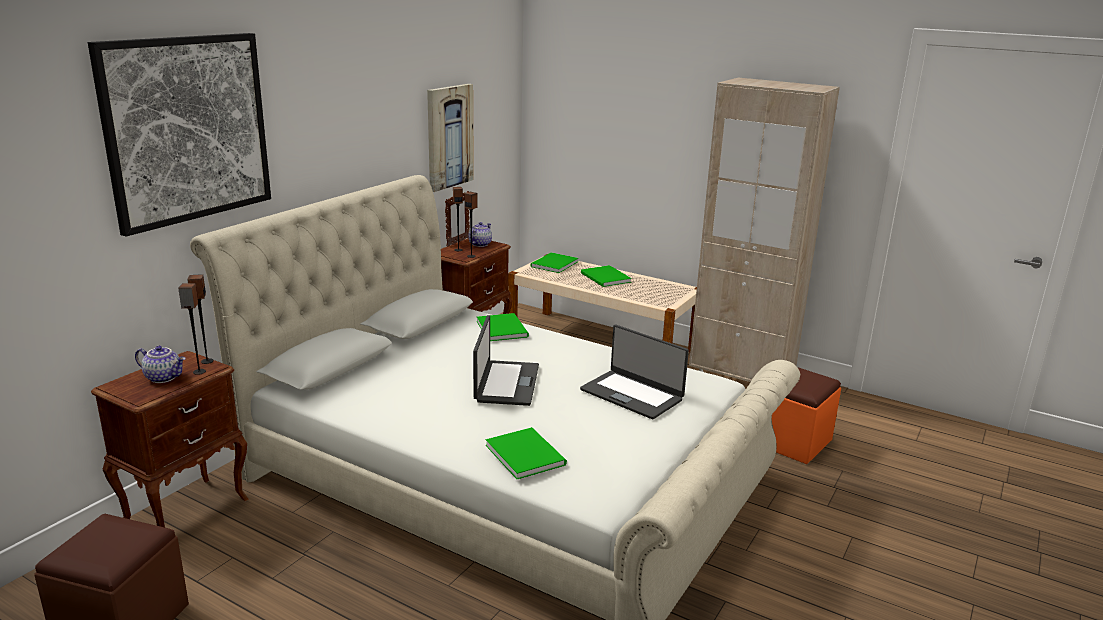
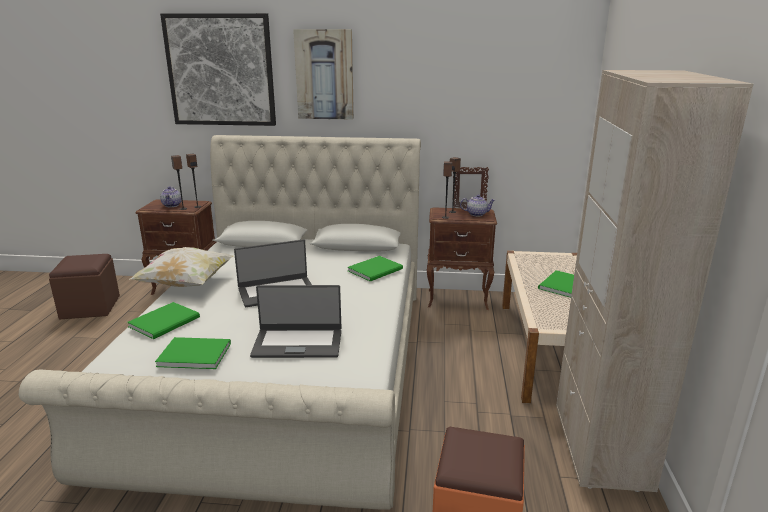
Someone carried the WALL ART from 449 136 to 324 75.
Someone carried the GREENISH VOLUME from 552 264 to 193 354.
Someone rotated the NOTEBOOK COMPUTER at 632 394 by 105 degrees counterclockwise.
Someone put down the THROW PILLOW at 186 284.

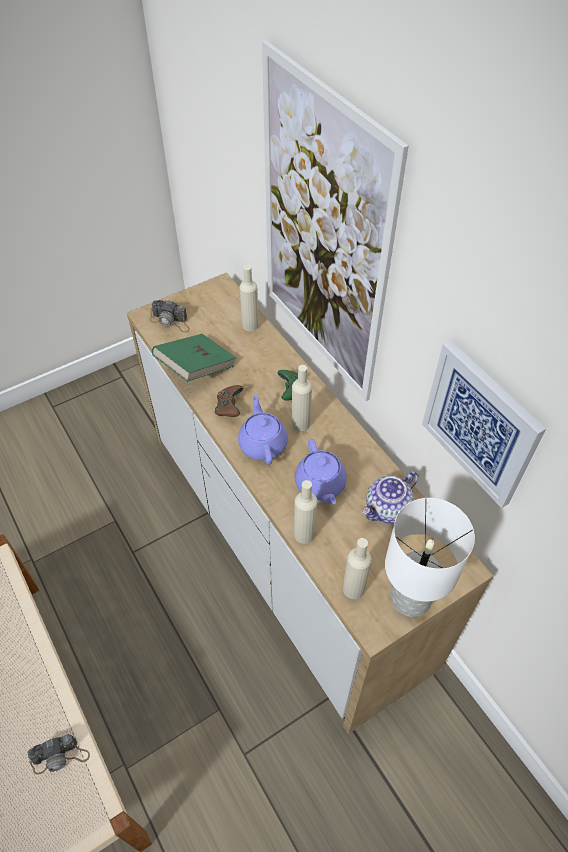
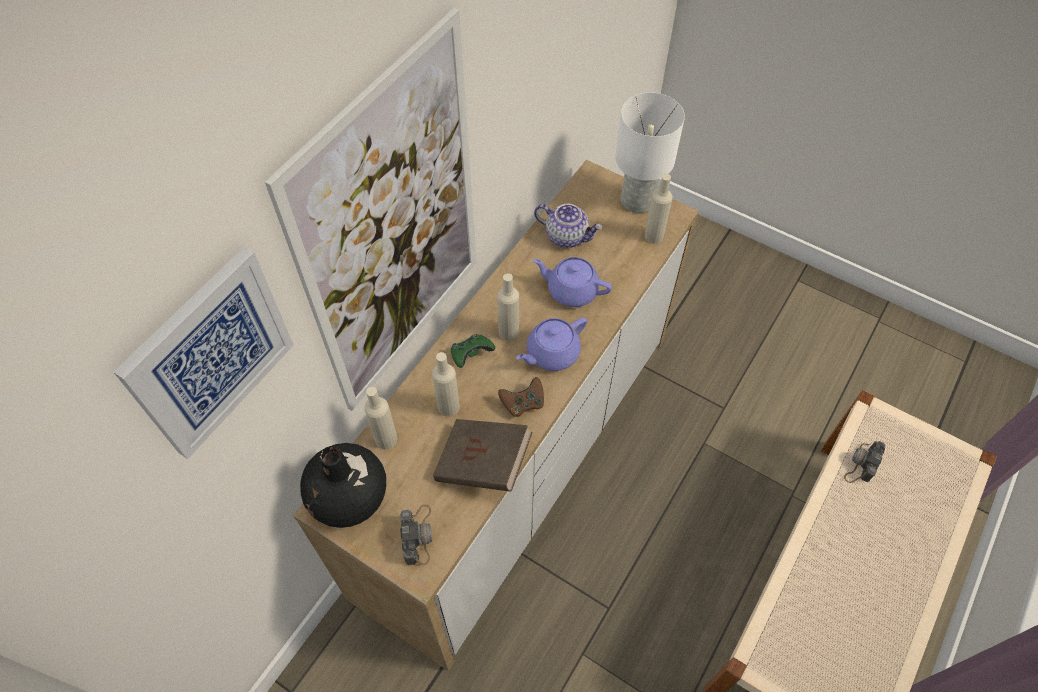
Someone rotated the STILL CAMERA at 60 756 by 105 degrees counterclockwise.
Someone repainted the GREENISH VOLUME at 196 368, which became the BROWN VOLUME at 483 464.
Someone carried the BEIGE DRINK BOTTLE from 304 534 to 448 406.
Someone rotated the PURPLISH POT FOR TEA at 320 485 by 120 degrees counterclockwise.
Someone carried the WALL ART from 480 424 to 210 354.
Someone put down the BLACKISH DECORATIVE VASE at 350 498.

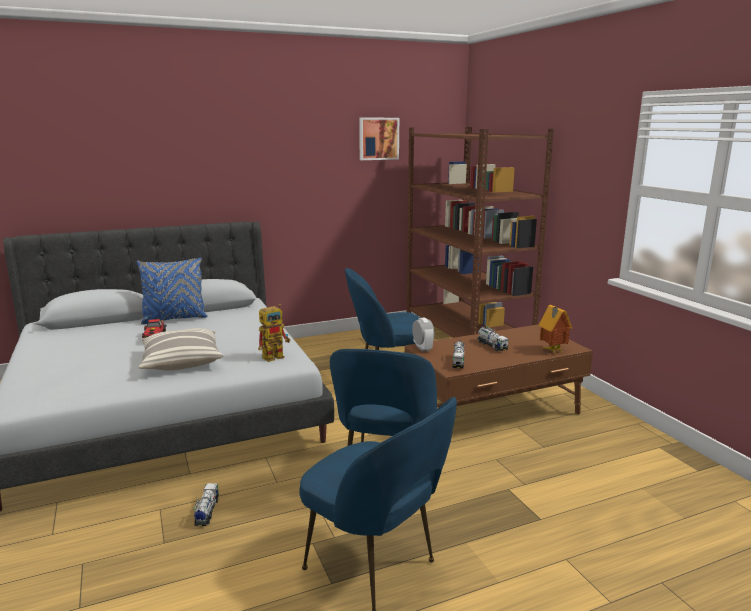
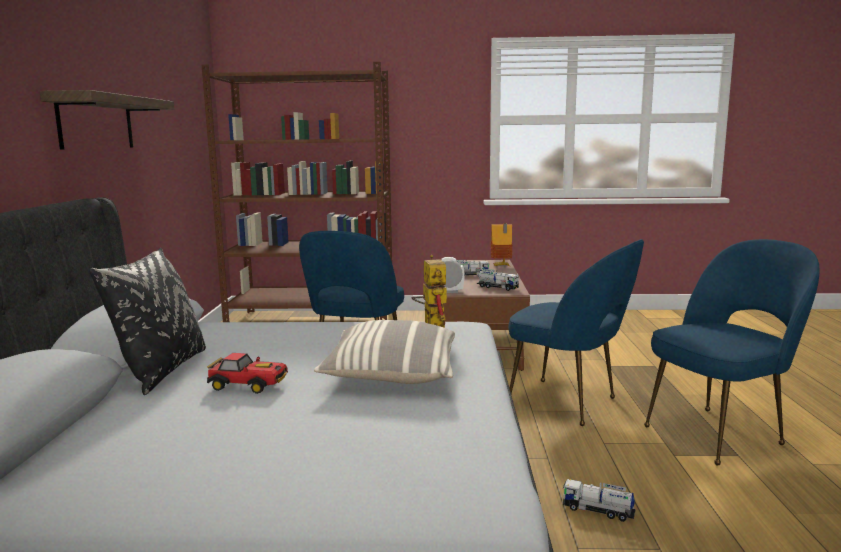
Someone repainted the BLUE-COLOURED THROW PILLOW at 174 319, which became the BLACKISH THROW PILLOW at 162 371.
Someone took away the WALL ART at 378 138.
Someone put up the SHELF at 96 122.

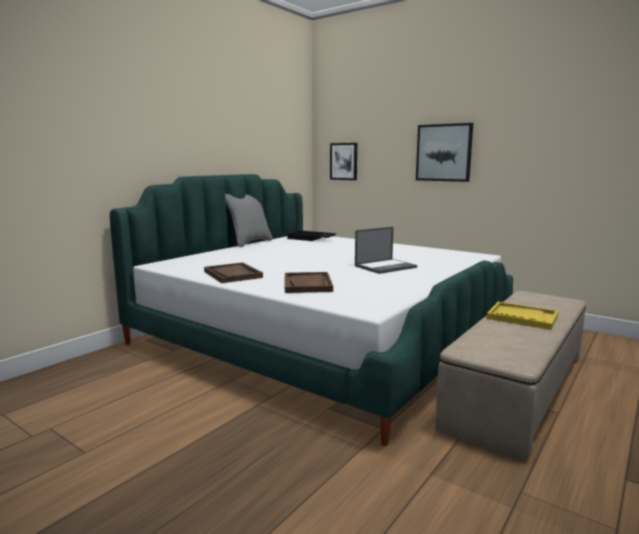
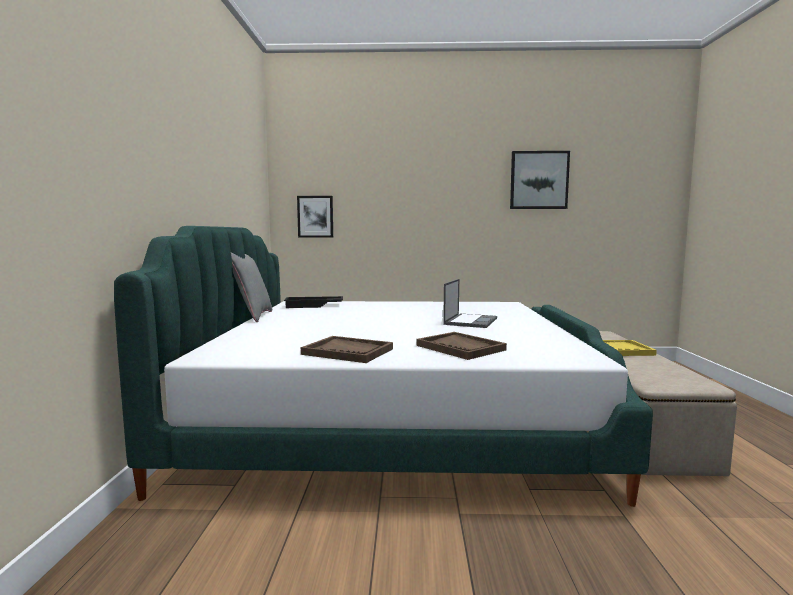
Someone carried the WALL ART from 444 152 to 539 180.

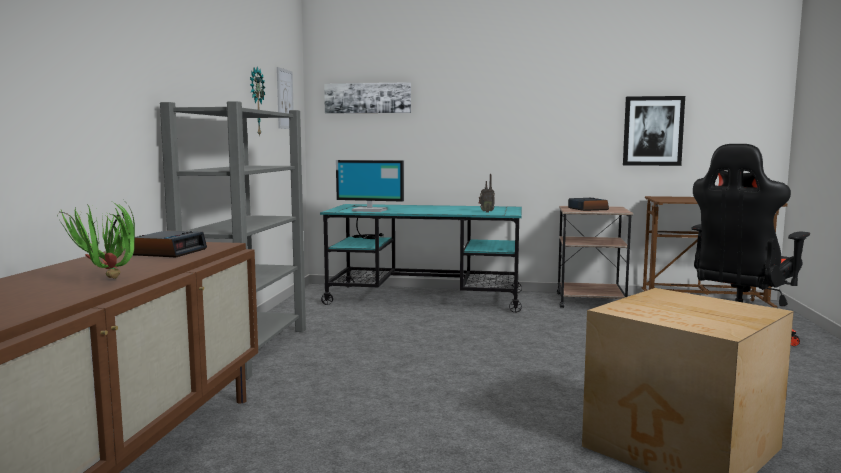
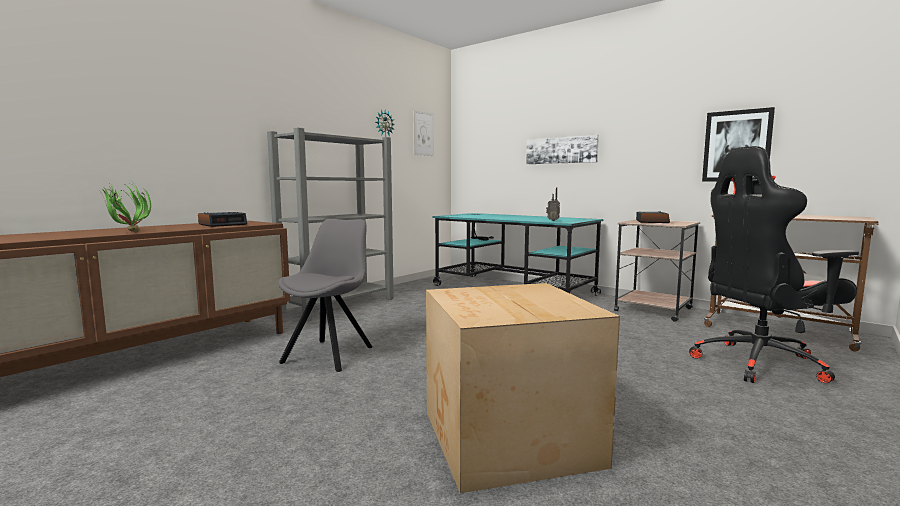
Someone carried the WALL ART from 367 98 to 561 150.
Someone took away the COMPUTER SCREEN at 370 210.
Someone put down the GREYISH CHAIR at 329 354.

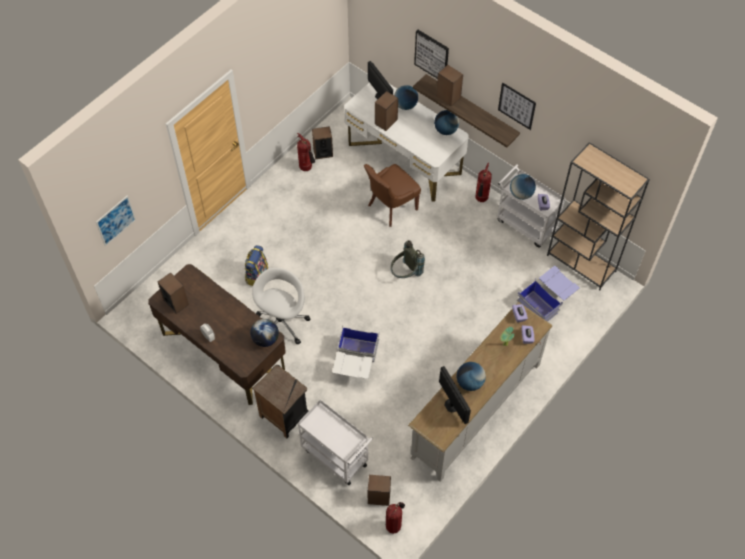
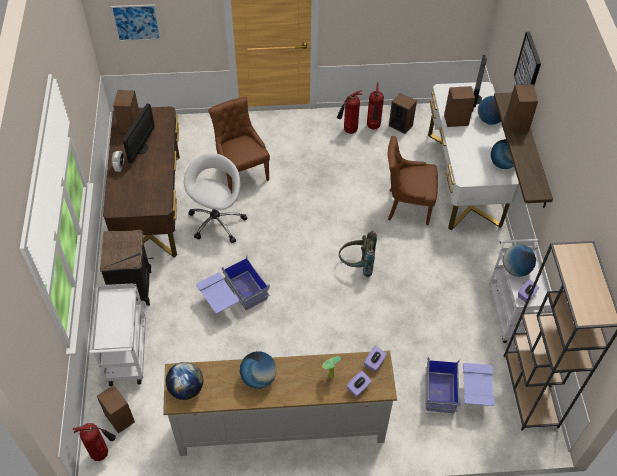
Someone swapped the BACKPACK at 256 275 for the BROWN CHAIR at 241 173.
Someone carried the GLOBE from 265 339 to 186 389.
Someone rotated the WHITE COMPUTER CHAIR at 282 322 by 45 degrees counterclockwise.
Someone repainted the WHITE STORAGE BOX at 355 362, which became the BLUE-COLOURED STORAGE BOX at 233 298.
Someone carried the COMPUTER SCREEN from 451 405 to 141 148.
Someone carried the FIRE EXTINGUISHER from 481 200 to 349 131.
Someone took away the WALL ART at 516 106.

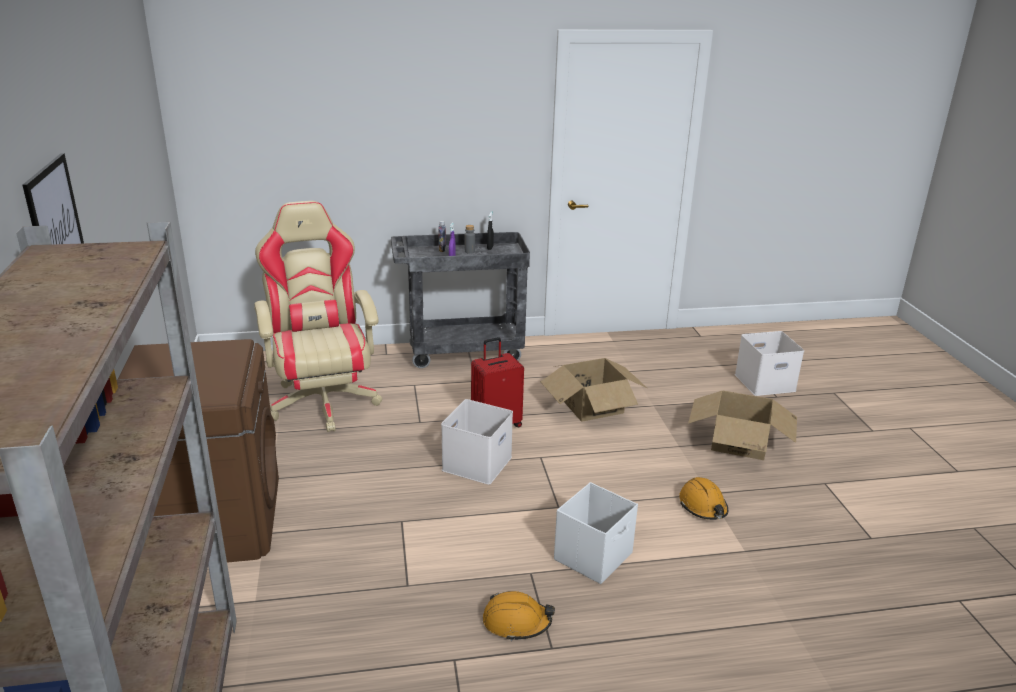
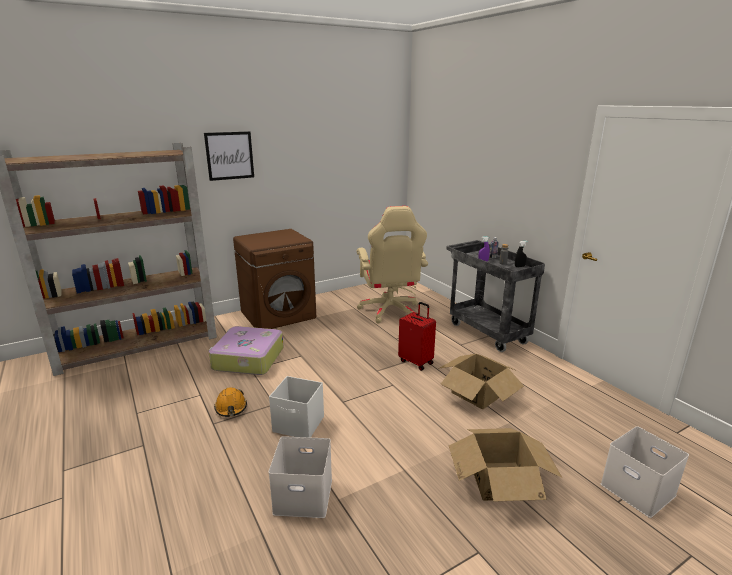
Someone rotated the BEIGE COMPUTER CHAIR at 323 403 by 120 degrees clockwise.
Someone carried the WHITE STORAGE BOX from 476 462 to 304 495.
Someone took away the ORANGE-COLOURED HARD HAT at 703 506.
Someone put down the TRAVEL CASE at 247 359.

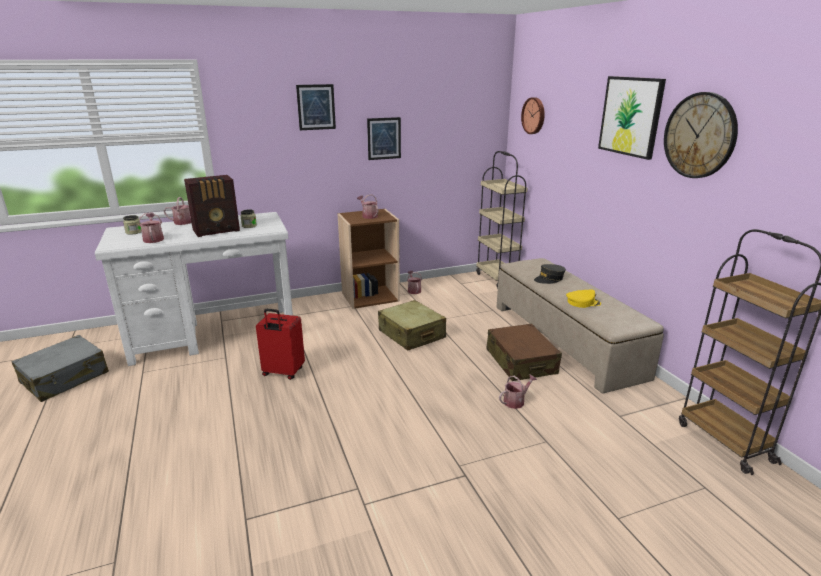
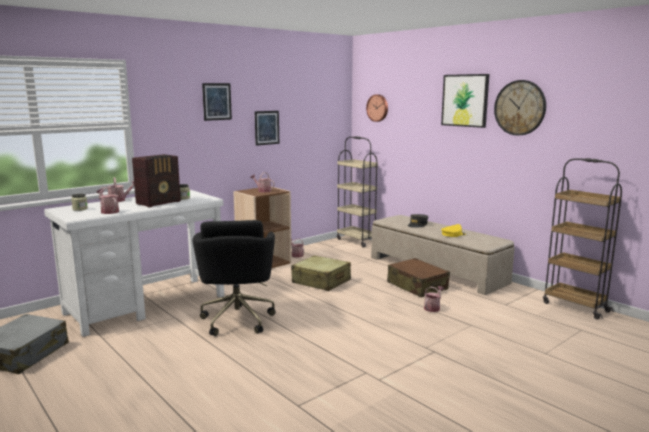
Someone swapped the REDDISH TRAVEL CASE at 283 372 for the BLACKISH COMPUTER CHAIR at 237 319.

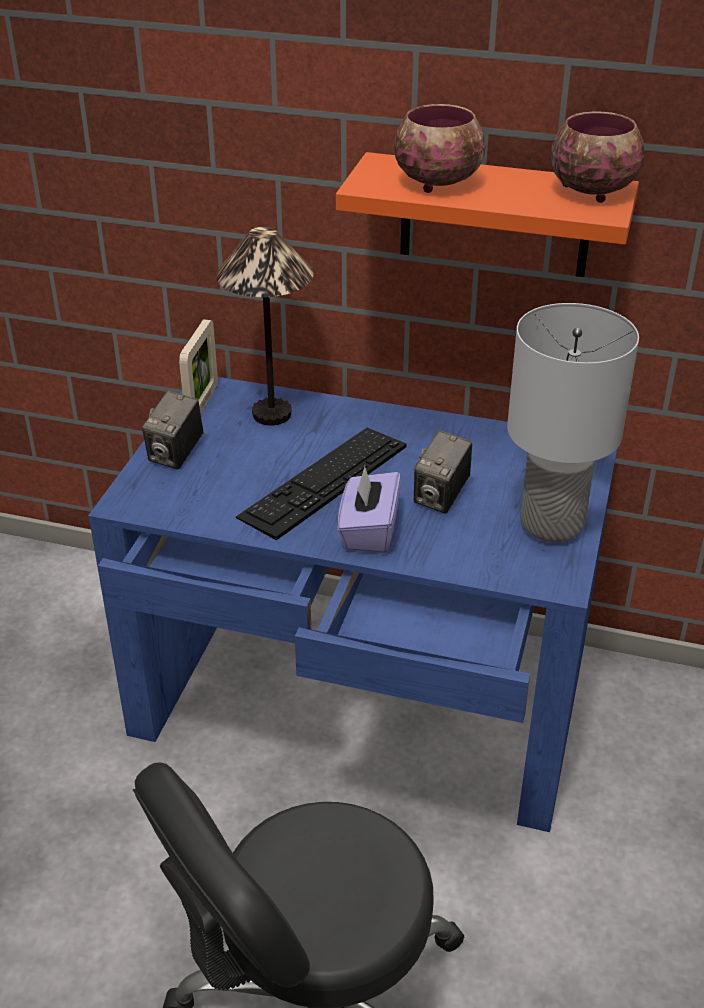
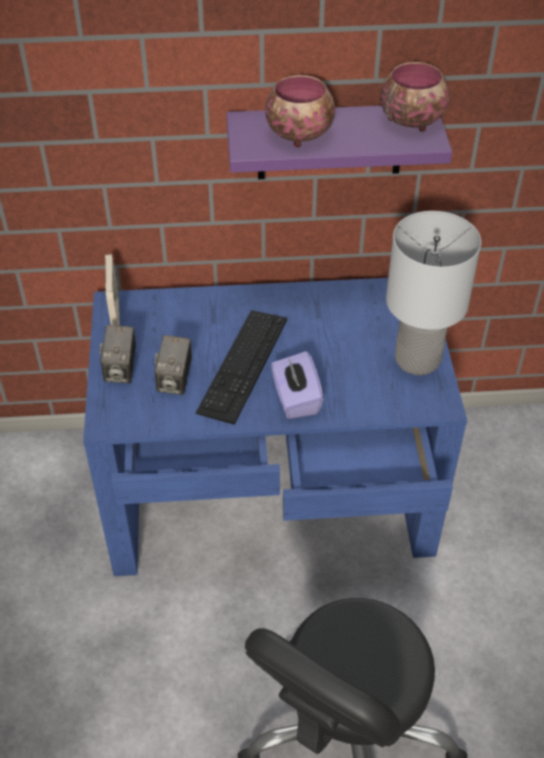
Someone took away the TABLE LAMP at 272 414.
Someone repainted the ORANGE-COLOURED SHELF at 495 216, which became the PURPLISH SHELF at 330 142.
Someone carried the STILL CAMERA from 441 497 to 175 381.

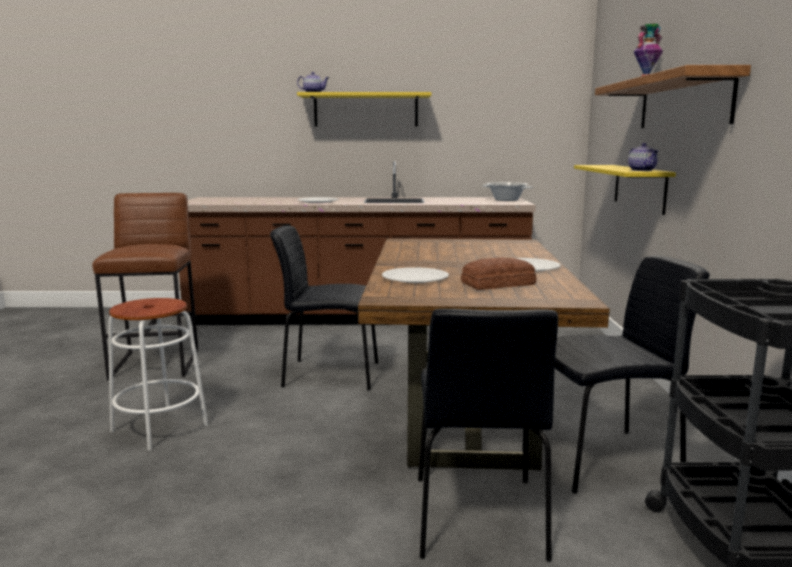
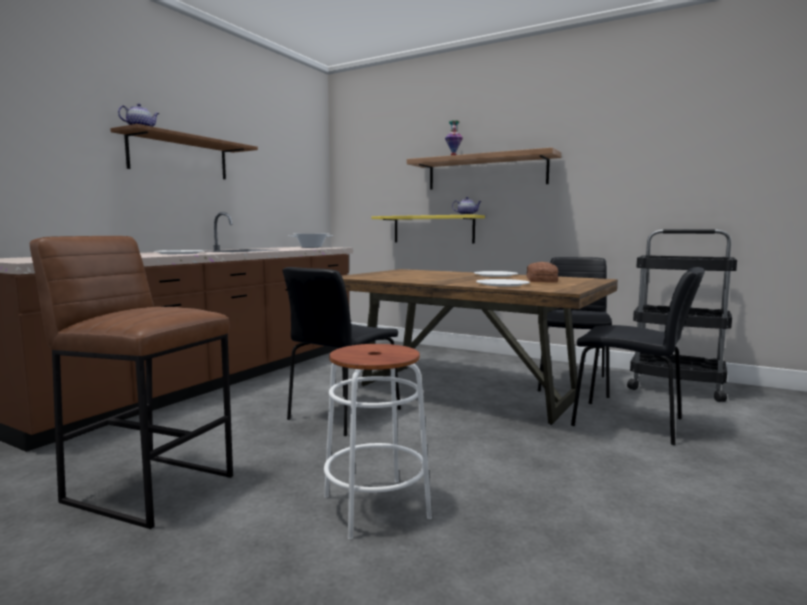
Someone repainted the YELLOW-COLOURED SHELF at 366 110, which became the BROWN SHELF at 179 157.

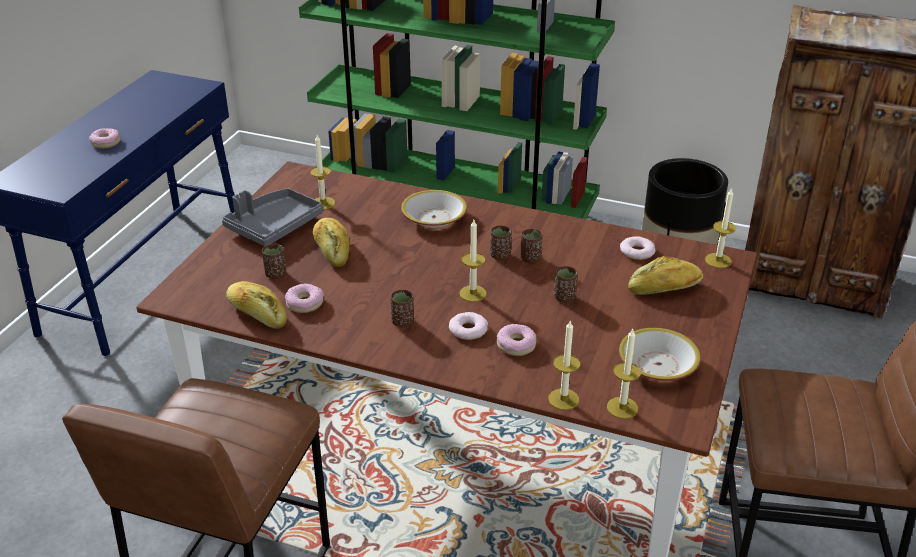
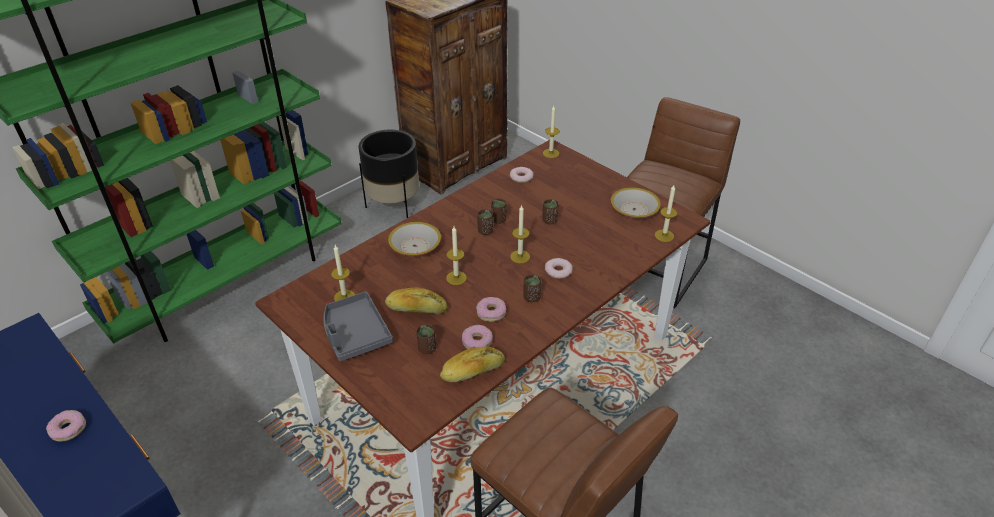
Someone carried the DOUGHNUT from 516 345 to 491 313.
Someone carried the WAX LIGHT from 563 399 to 456 278.
Someone took away the BAKERY BREAD at 665 288.

